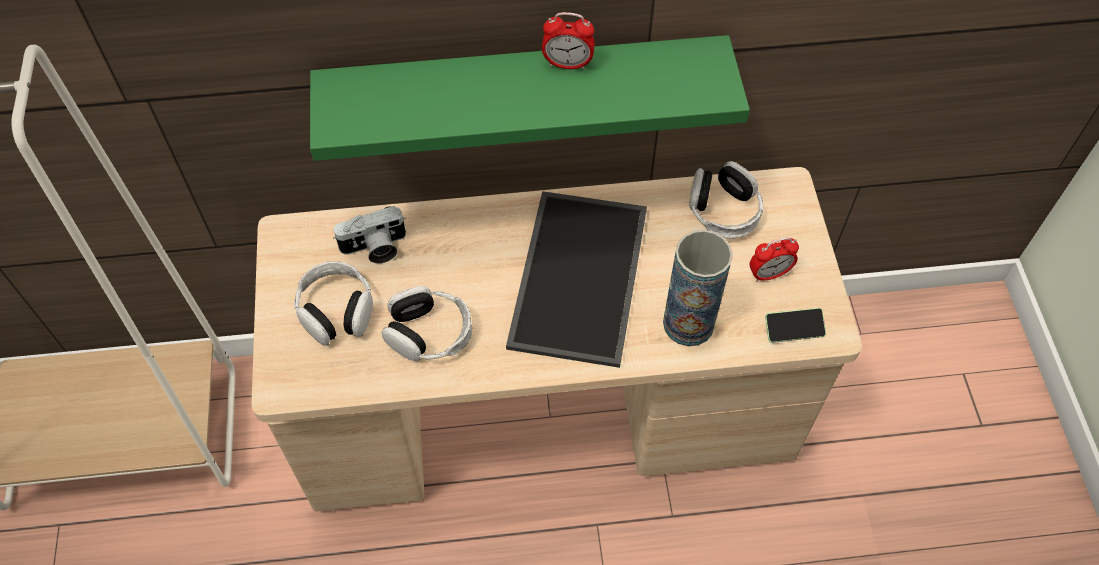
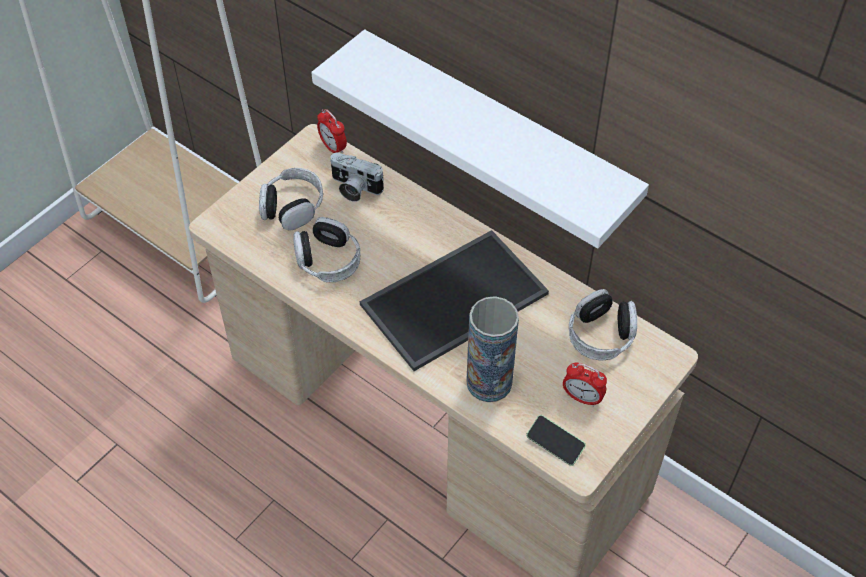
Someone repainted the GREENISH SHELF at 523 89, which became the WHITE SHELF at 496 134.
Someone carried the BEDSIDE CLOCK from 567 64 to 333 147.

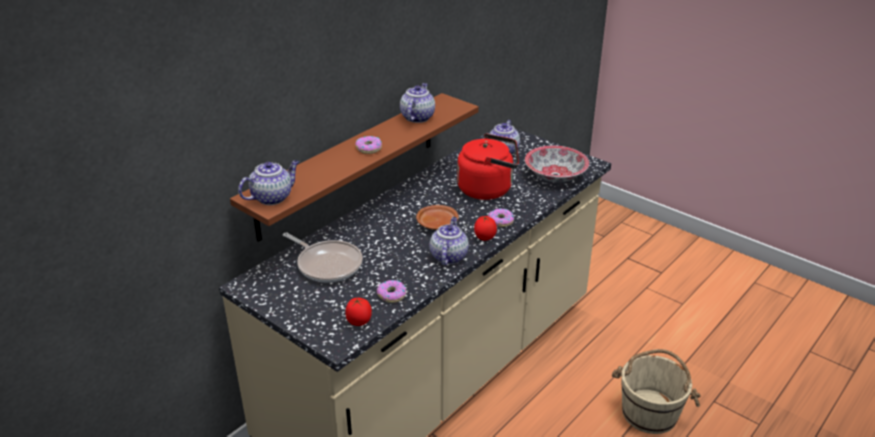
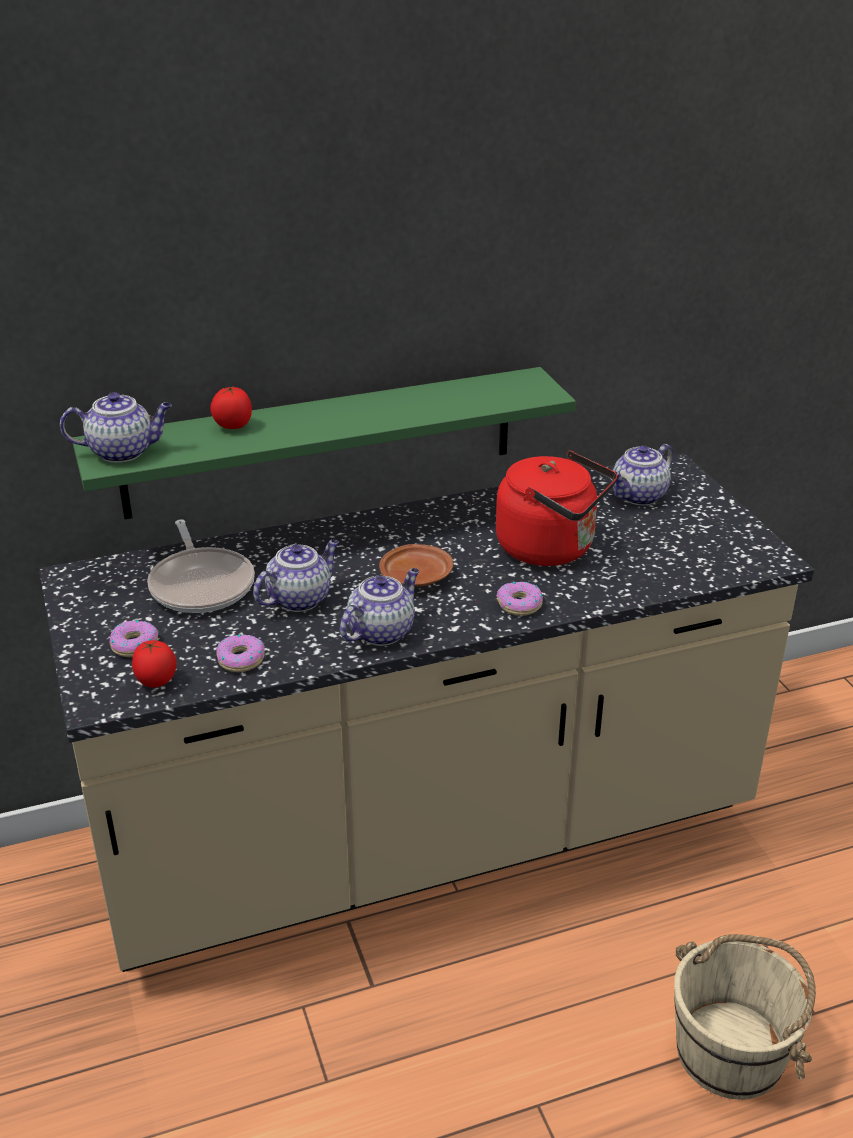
Someone repainted the BROWN SHELF at 349 164, which became the GREENISH SHELF at 321 442.
Someone carried the DOUGHNUT from 368 148 to 134 645.
Someone carried the POT FOR TEA from 417 117 to 300 598.
Someone carried the WHOLE TOMATO from 484 238 to 232 427.
Someone took away the DEEP DISH at 555 176.

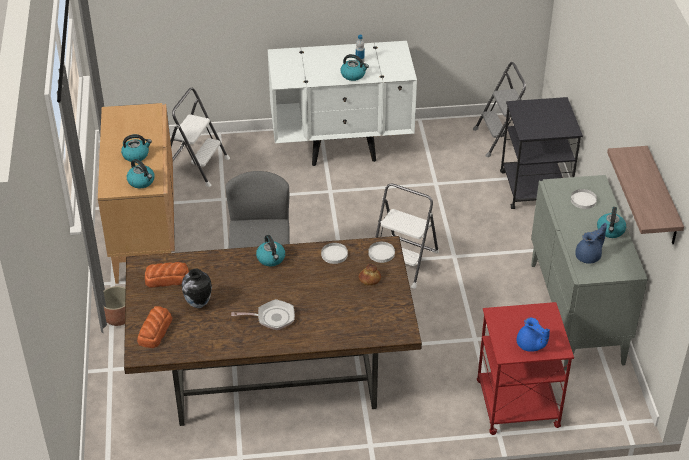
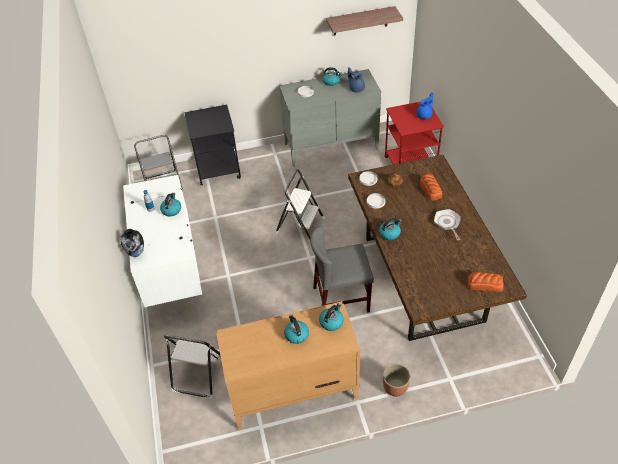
Someone carried the BAKERY BREAD from 166 278 to 430 190.
Someone carried the DECORATIVE VASE from 198 304 to 136 253.

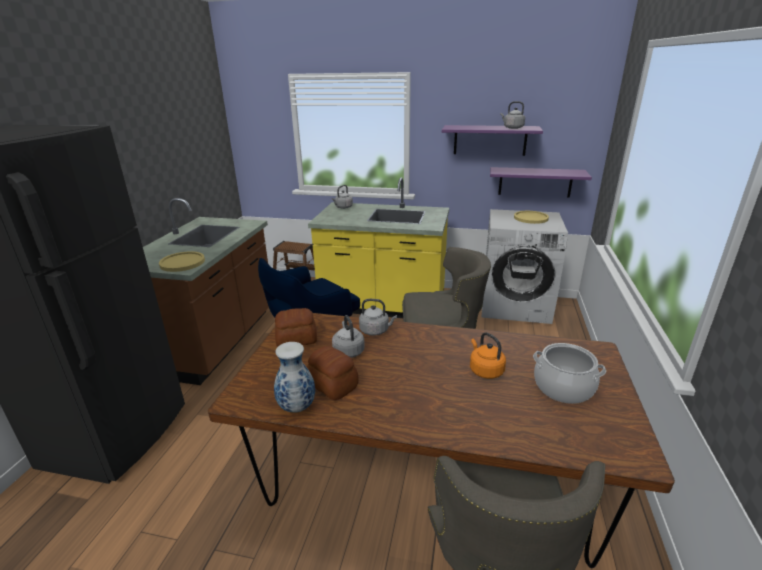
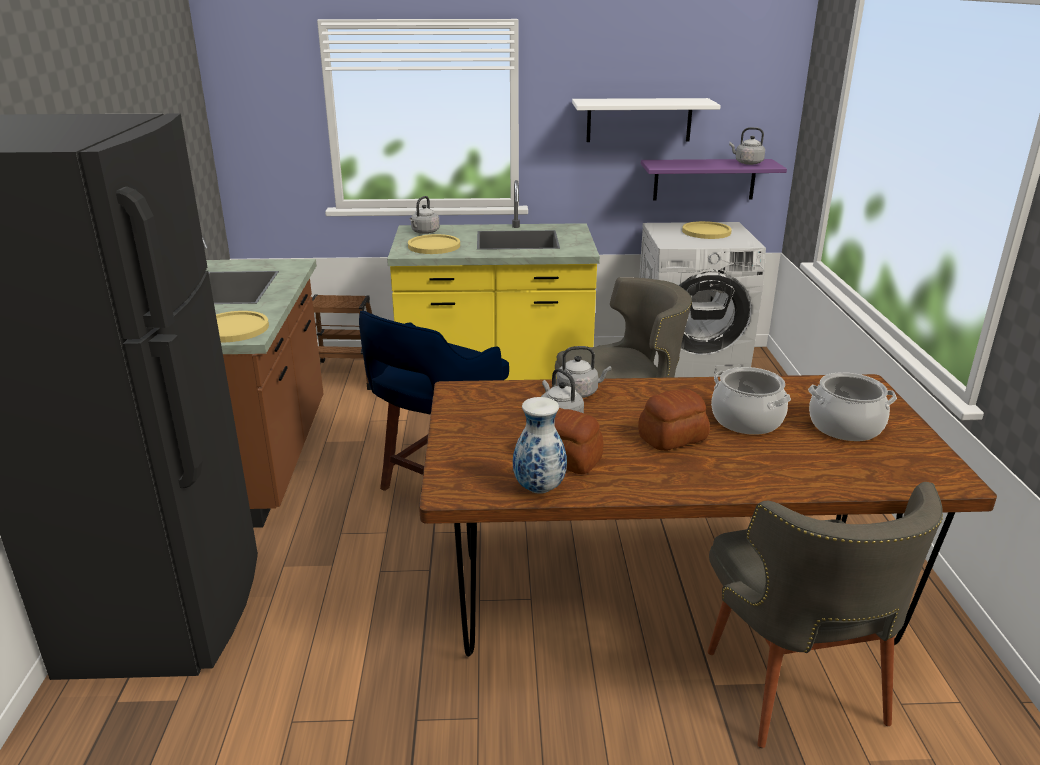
Someone carried the BAKERY BREAD from 296 339 to 671 437.
Someone repainted the PURPLISH SHELF at 490 140, which became the WHITE SHELF at 639 120.
Someone swapped the ORANGE-COLOURED TEA KETTLE at 485 370 for the SAUCEPOT at 746 420.
Someone carried the GREYISH TEA KETTLE from 512 128 to 747 163.
Someone put down the YELLOW-COLOURED DINNER PLATE at 434 246.

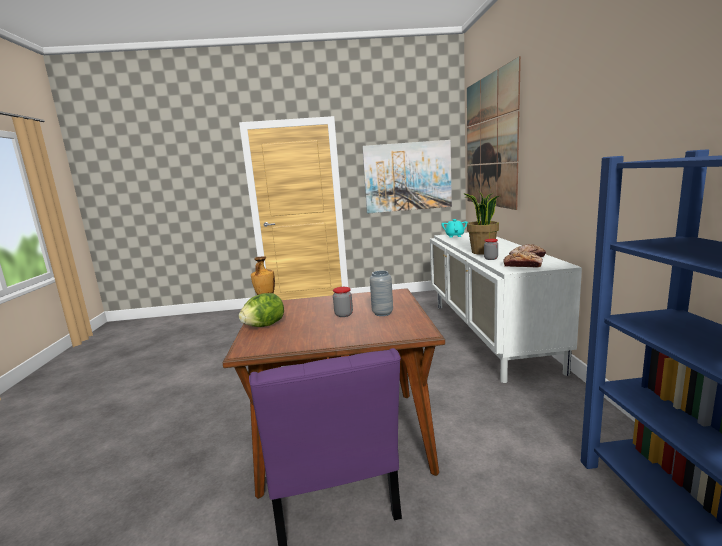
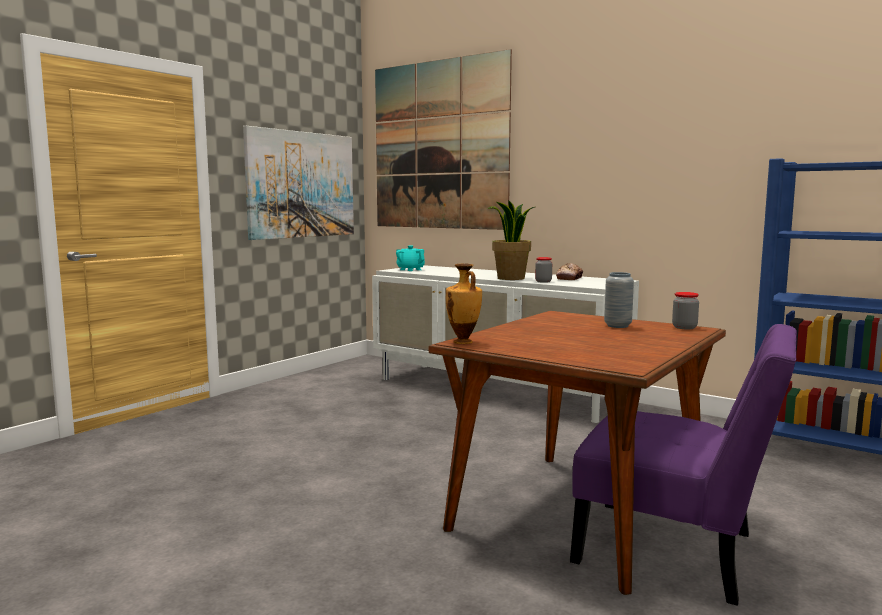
Someone took away the LETTUCE HEAD at 264 325.
Someone carried the PRESERVE JAR from 343 314 to 684 327.
Someone took away the BAKERY BREAD at 522 265.

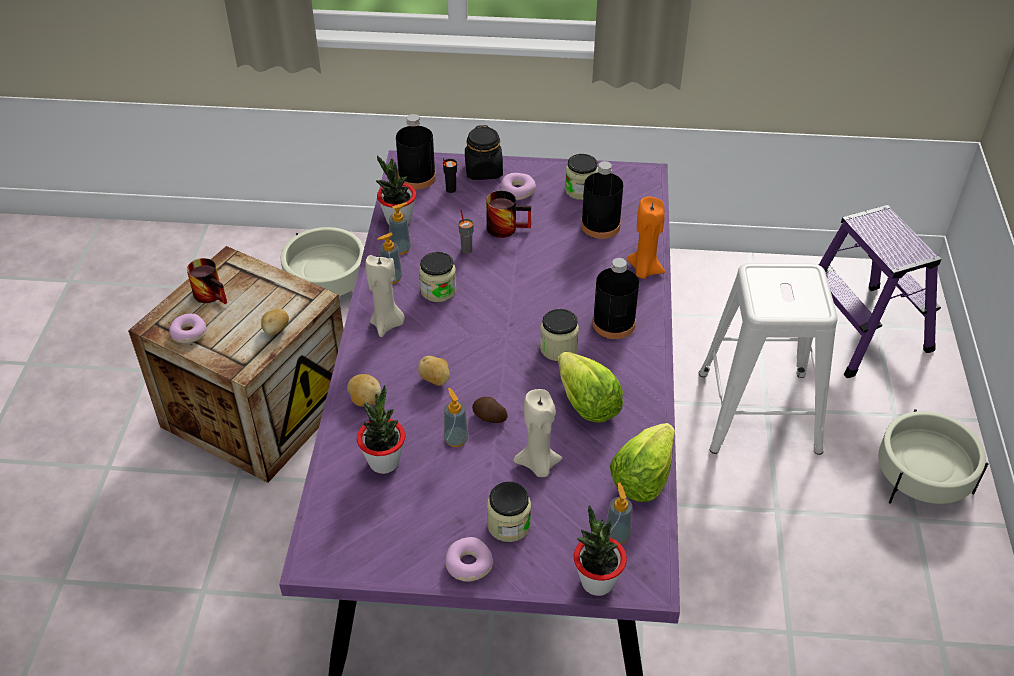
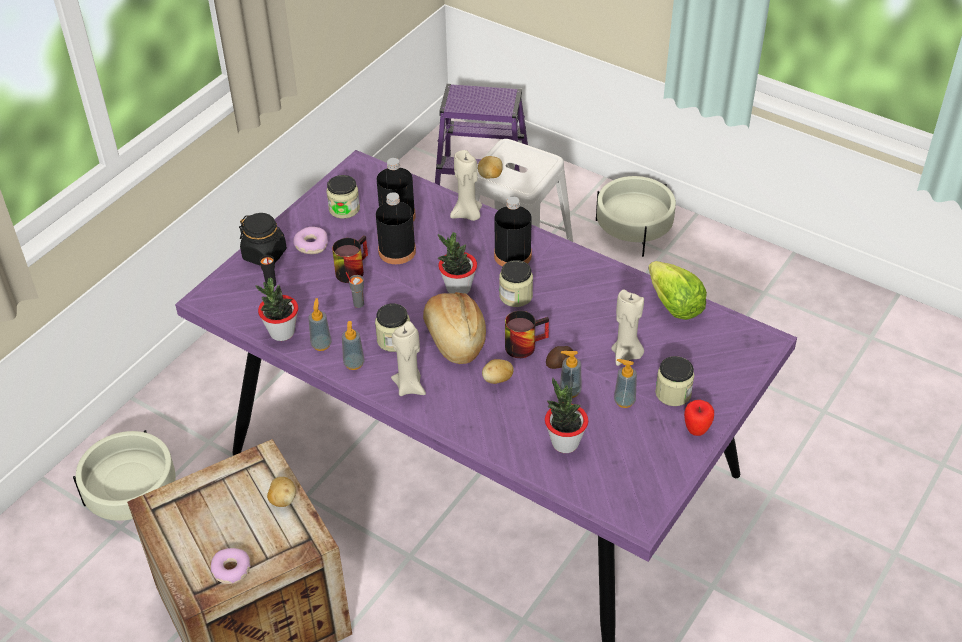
Someone carried the TEA MUG from 213 294 to 524 343.
Someone carried the WHOLE POTATO from 364 400 to 490 176.
Someone carried the BLACKISH DRINK BOTTLE from 417 177 to 397 251.
Someone swapped the DOUGHNUT at 468 564 for the WHOLE APPLE at 696 430.
Someone took away the LETTUCE HEAD at 586 403.
Someone carried the POTTED PLANT from 597 582 to 458 288.
Someone carried the LIQUID SOAP BOTTLE from 617 535 to 624 401.
Someone repainted the ORANGE-COLOURED WAX LIGHT at 644 270, which became the BEIGE WAX LIGHT at 467 215.
Someone put down the BAKERY BREAD at 453 338.

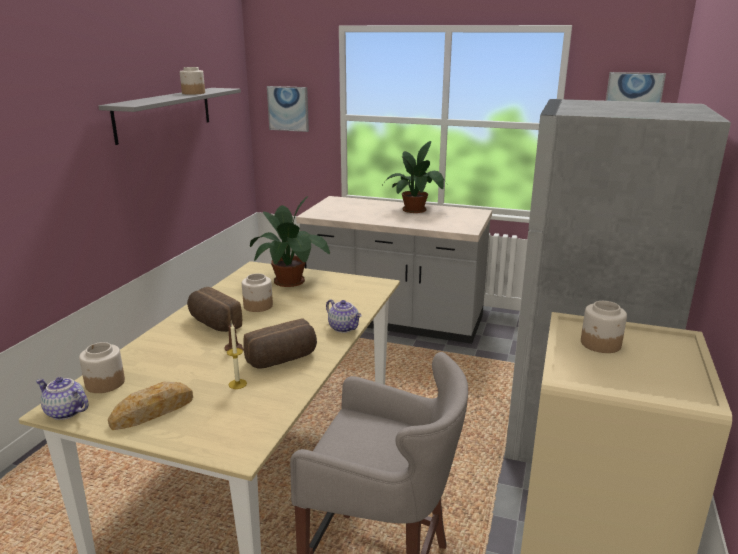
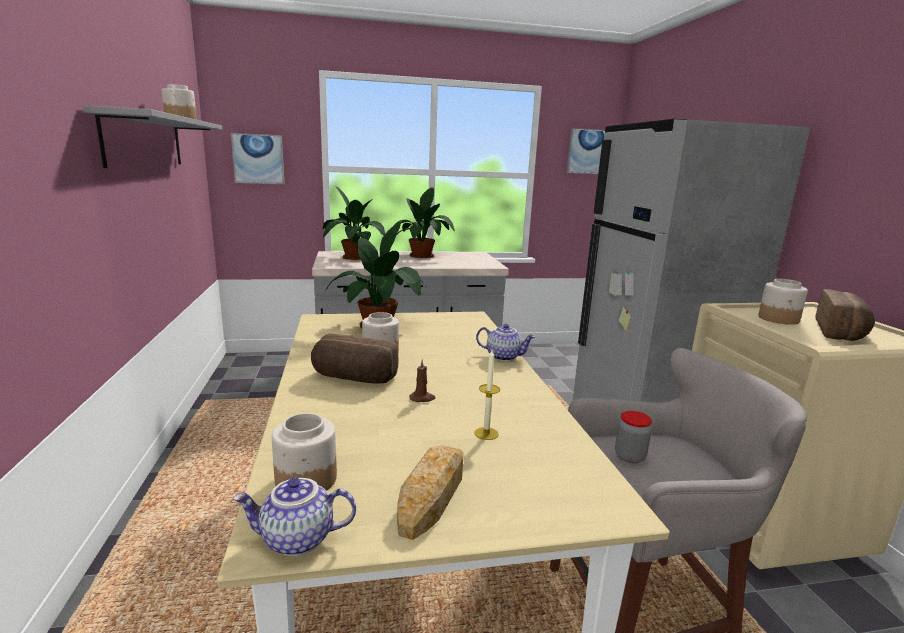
Someone carried the BAKERY BREAD from 282 360 to 842 332.
Someone put down the POTTED PLANT at 353 257.
Someone put down the PRESERVE JAR at 629 456.

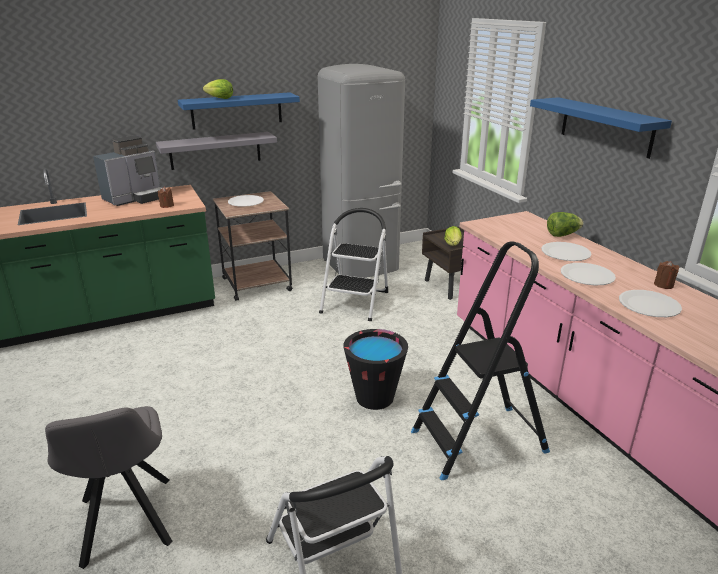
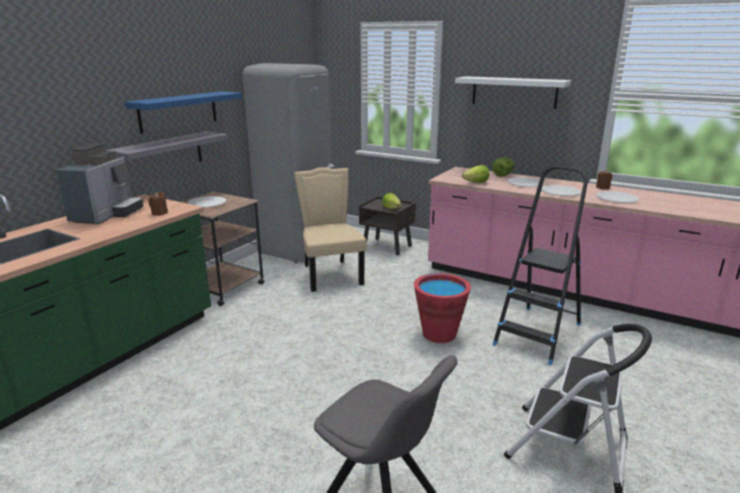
Someone carried the LETTUCE HEAD from 220 98 to 476 183.
Someone swapped the STEPLADDER at 356 301 for the BEIGE CHAIR at 331 276.
Someone repainted the BLACKISH PAIL at 374 397, which became the REDDISH PAIL at 439 334.
Someone repainted the BLUE-COLOURED SHELF at 606 126, which became the WHITE SHELF at 514 92.

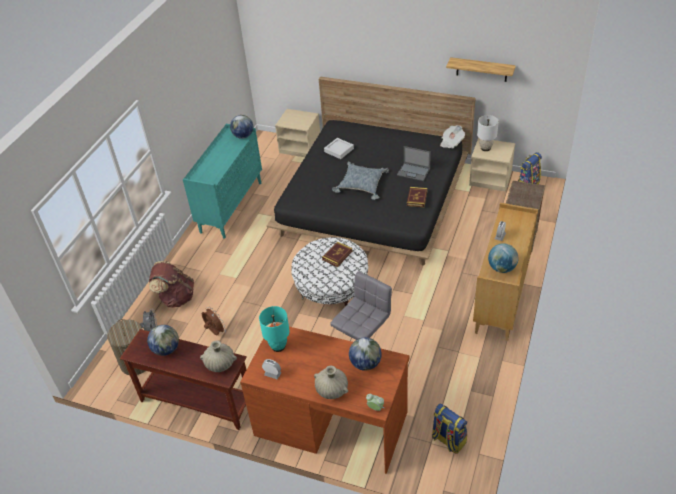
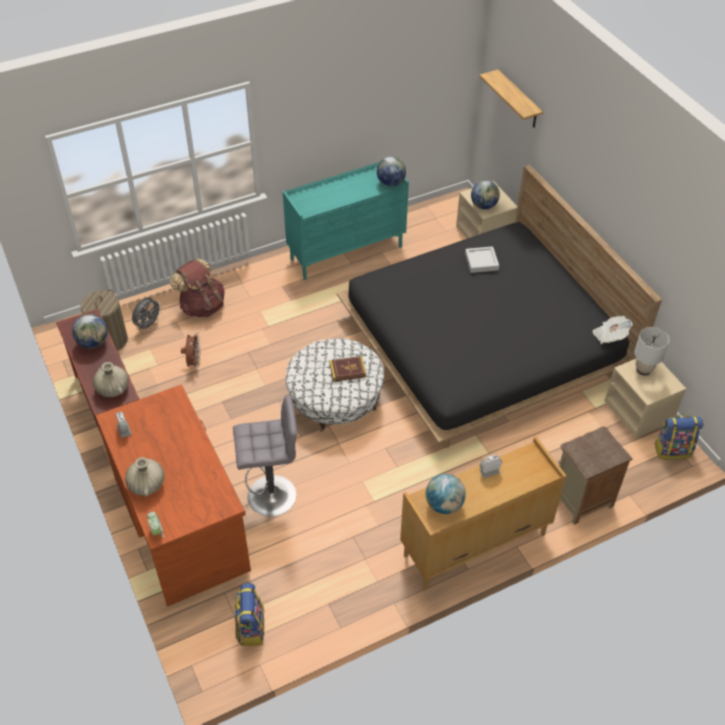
Someone took away the TURQUOISE-COLOURED TABLE LAMP at 278 346.
Someone took away the THROW PILLOW at 361 183.
Someone carried the GLOBE from 365 363 to 484 206.
Someone took away the NOTEBOOK COMPUTER at 414 172.
Someone took away the VOLUME at 417 198.
Someone carried the SHELF from 481 69 to 518 100.

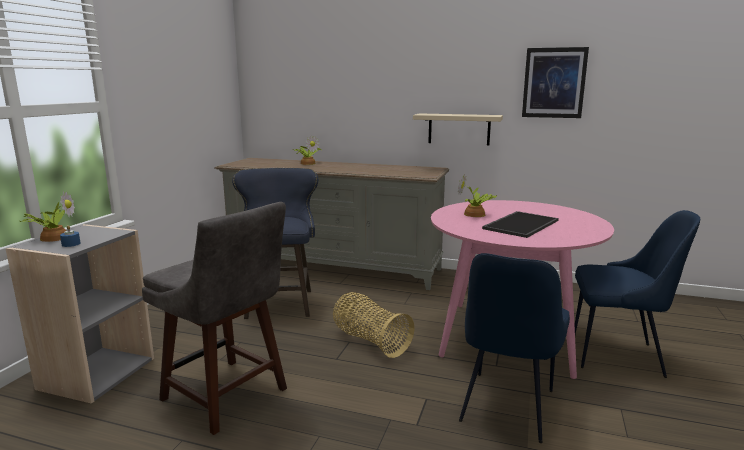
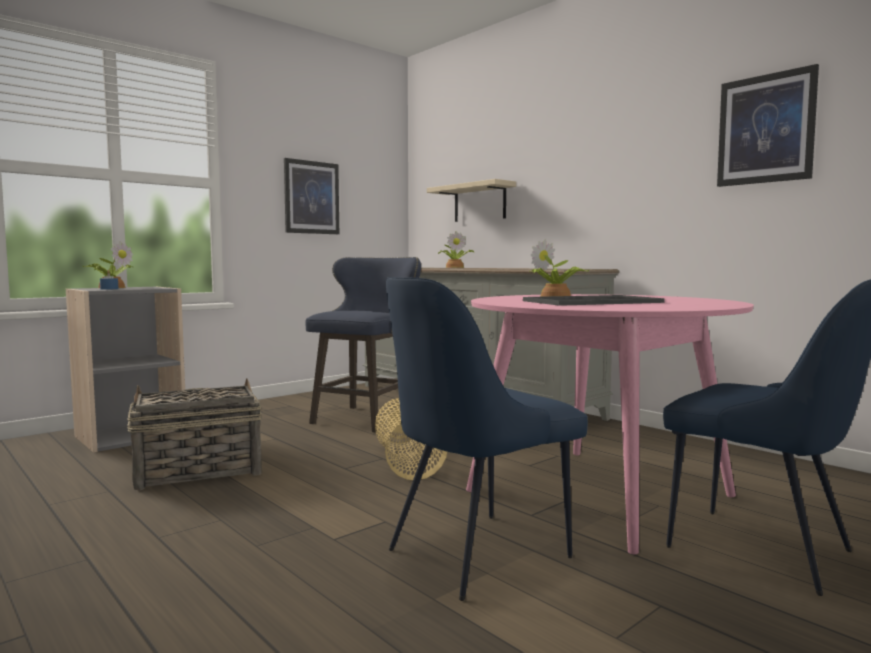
Someone swapped the GREYISH STOOL SEAT at 227 396 for the HOUSEHOLD BASKET at 197 471.
Someone carried the BEIGE SHELF from 459 129 to 479 203.
Someone put up the WALL ART at 311 197.

